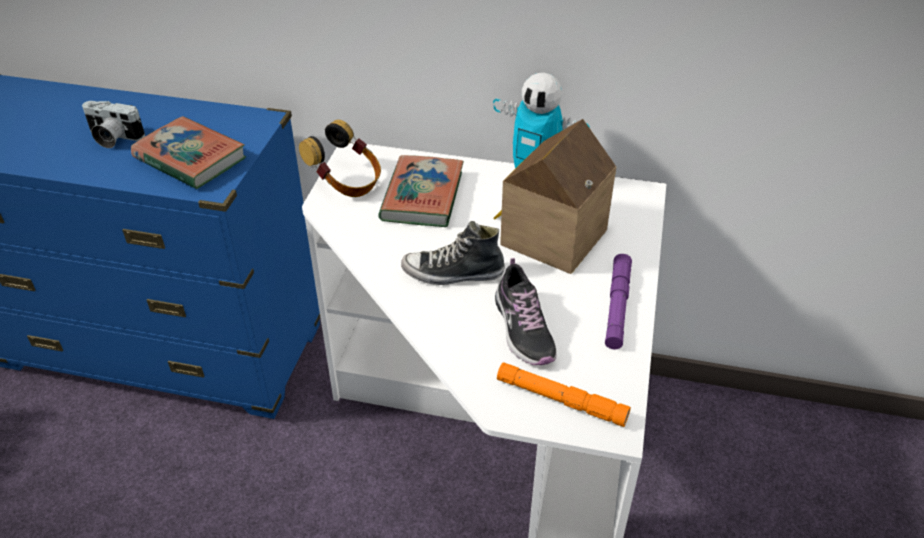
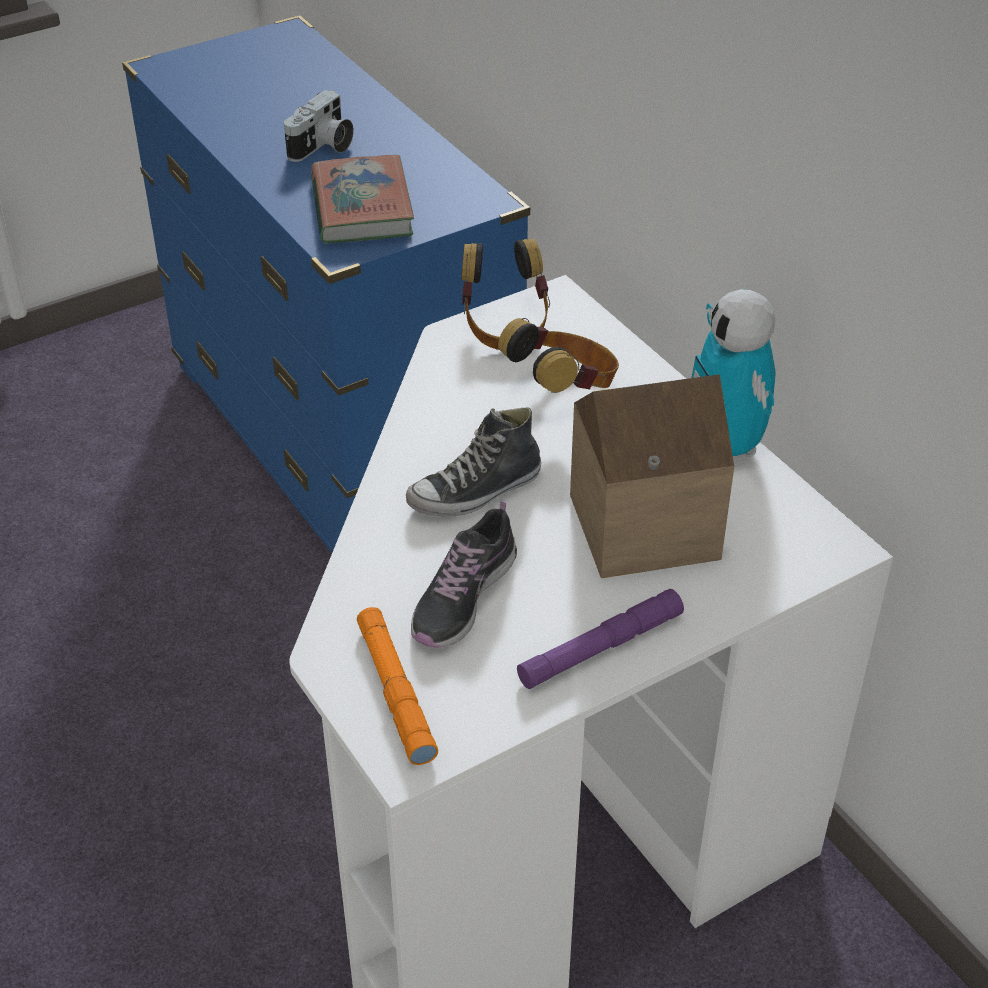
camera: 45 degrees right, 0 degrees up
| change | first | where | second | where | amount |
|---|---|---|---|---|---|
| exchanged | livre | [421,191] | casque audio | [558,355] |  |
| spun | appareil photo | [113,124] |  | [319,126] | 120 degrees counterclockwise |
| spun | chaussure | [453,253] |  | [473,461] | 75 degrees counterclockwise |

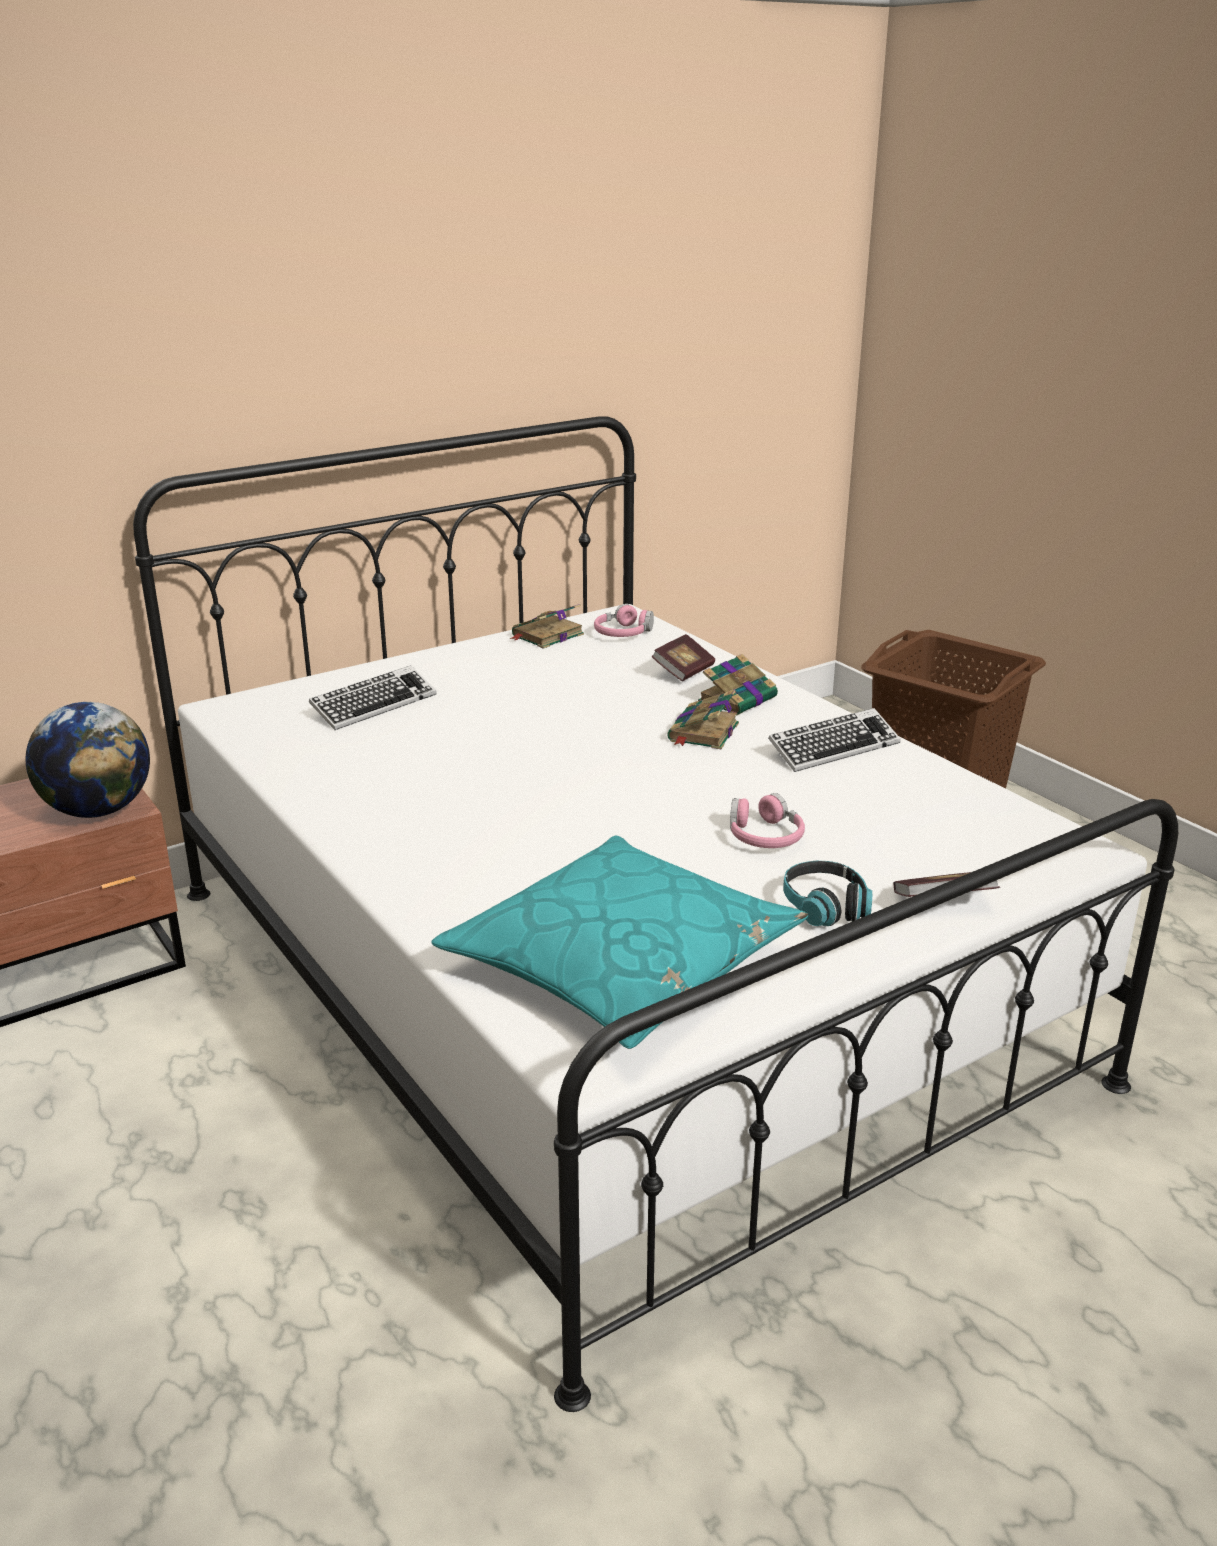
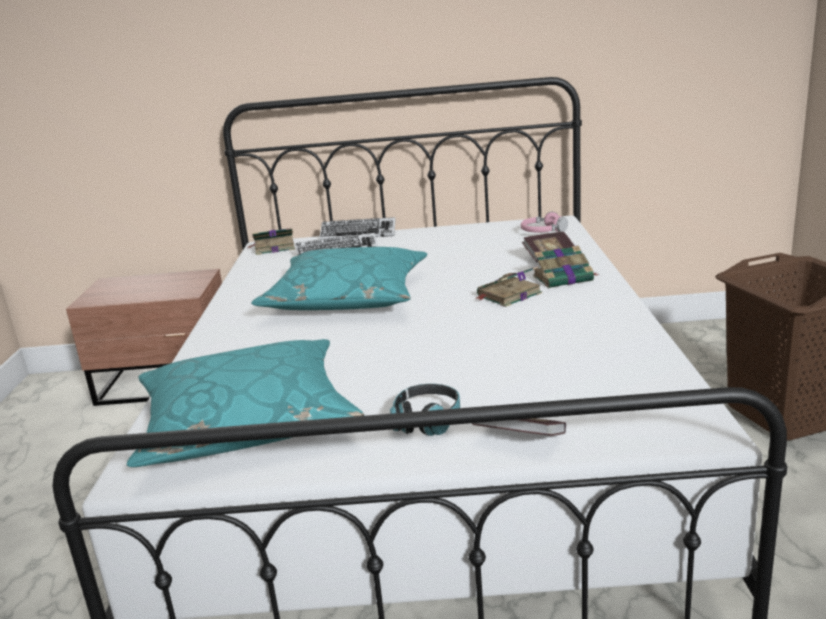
camera: 35 degrees right, 5 degrees down
| change | first | where | second | where | amount |
|---|---|---|---|---|---|
| missing | globe | [87,760] |  |  |  |
| missing | casque audio [rose] | [767,820] |  |  |  |
| appeared |  |  | coussin [turquoise] | [339,278] |  |
| relocated | livre | [547,626] |  | [271,241] |  |
| relocated | clavier | [834,740] |  | [357,228] |  |

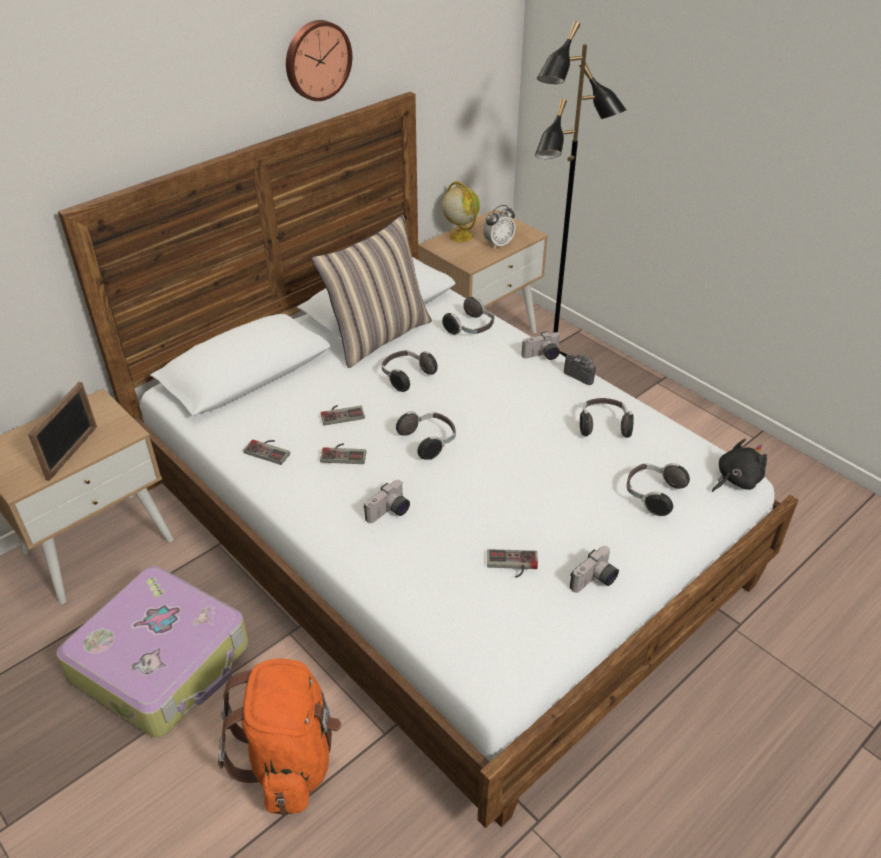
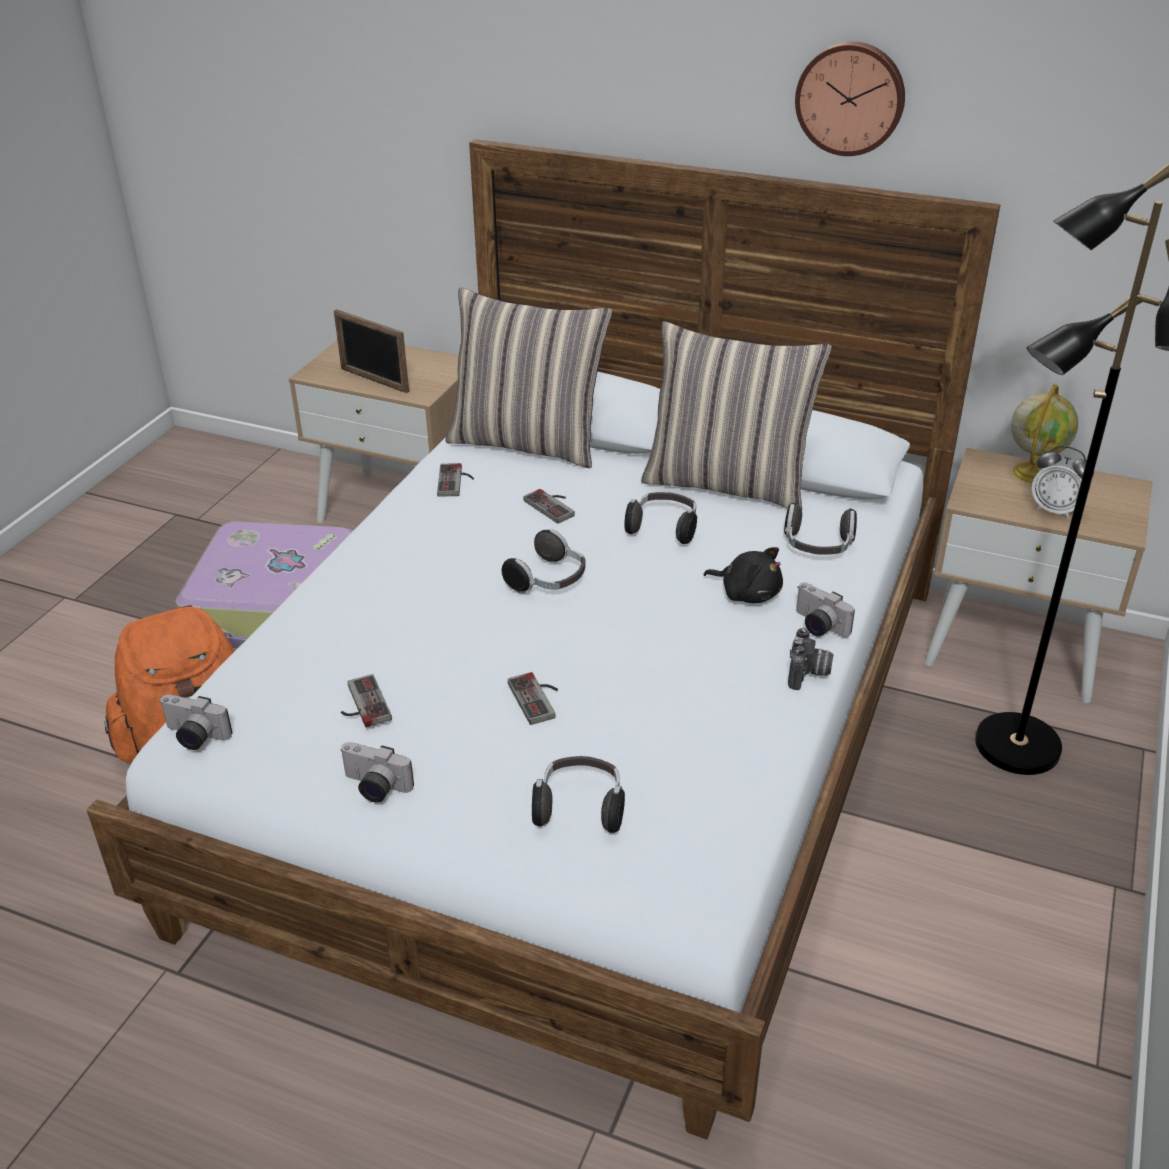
camera: 65 degrees right, 5 degrees down
| change | first | where | second | where | amount |
|---|---|---|---|---|---|
| missing | casque audio | [607,418] |  |  |  |
| appeared |  |  | coussin | [528,377] |  |
| relocated | manette | [343,453] |  | [533,698] |  |
| relocated | appareil photo | [387,501] |  | [196,722] |  |
| relocated | peluche [noir] | [739,465] |  | [743,575] |  |
| spun | cadre photo | [62,431] |  | [371,351] | 45 degrees clockwise |

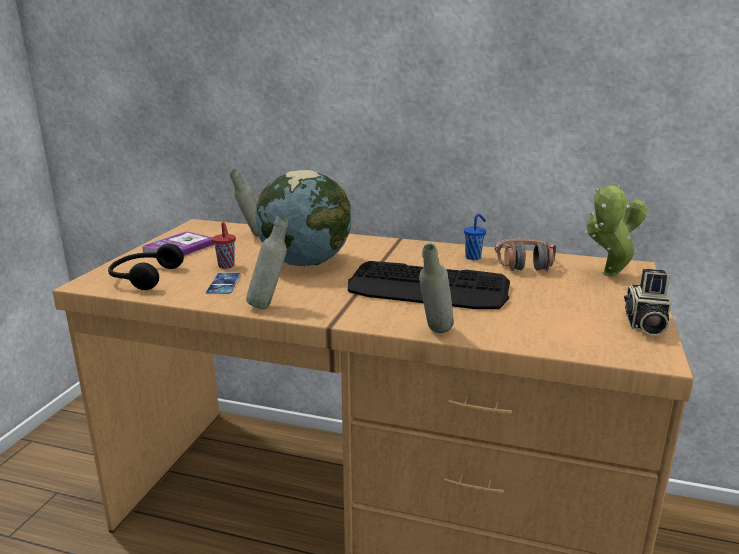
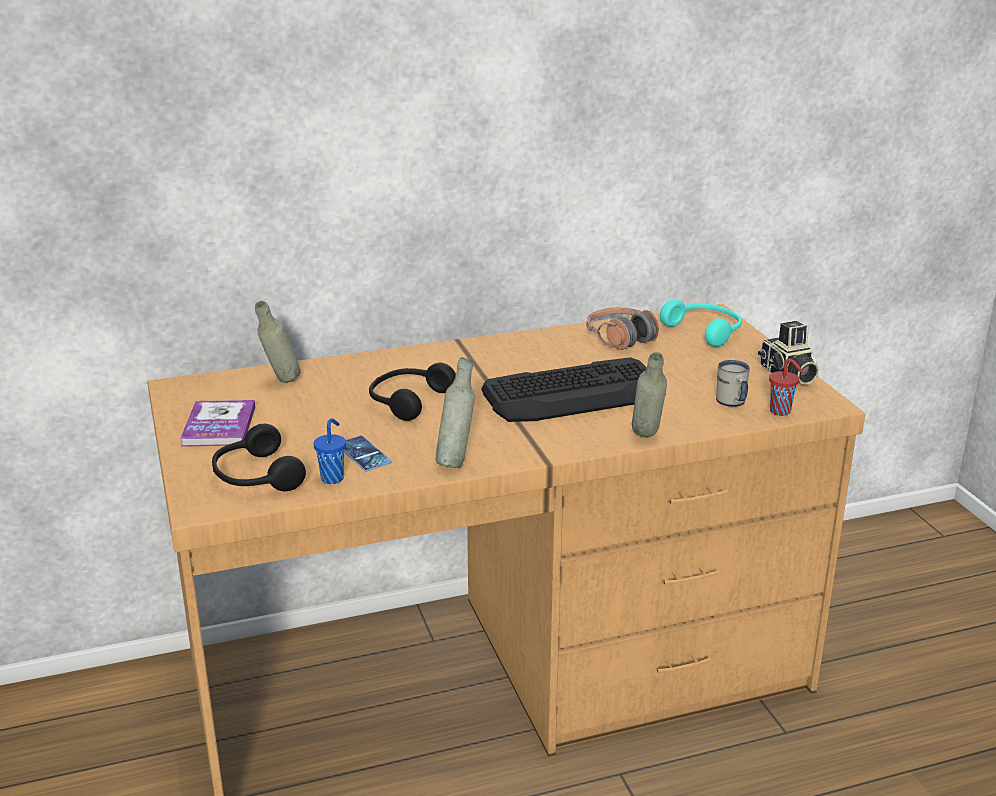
camera: 35 degrees left, 5 degrees up
| change | first | where | second | where | amount |
|---|---|---|---|---|---|
| appeared |  |  | mug [blanc] | [733,383] |  |
| relocated | tasse [rouge] | [224,245] |  | [786,387] |  |
| relocated | tasse [bleu] | [475,237] |  | [329,451] |  |
| exchanged | globe | [303,218] | casque audio [noir] | [412,392] |  |
| exchanged | plante en pot | [616,231] | casque audio [turquoise] | [701,323] |  |

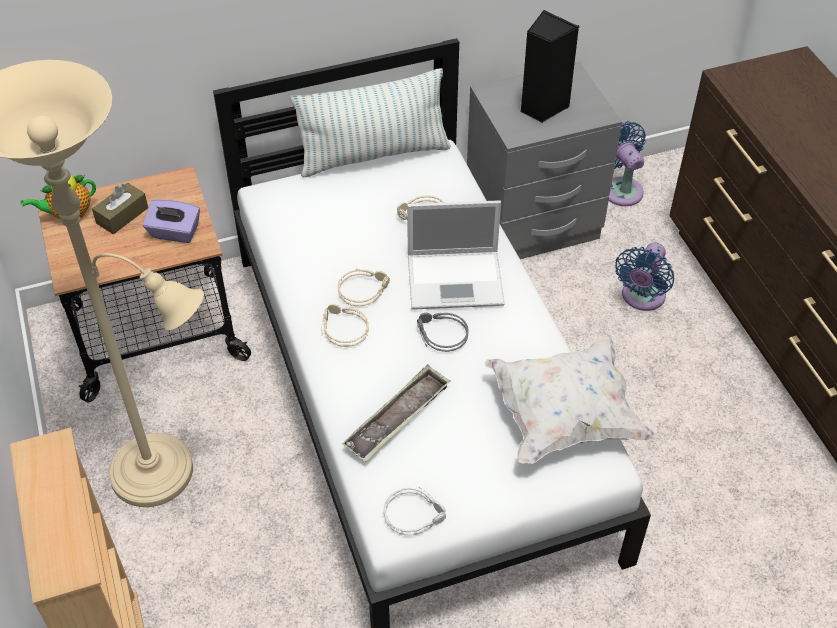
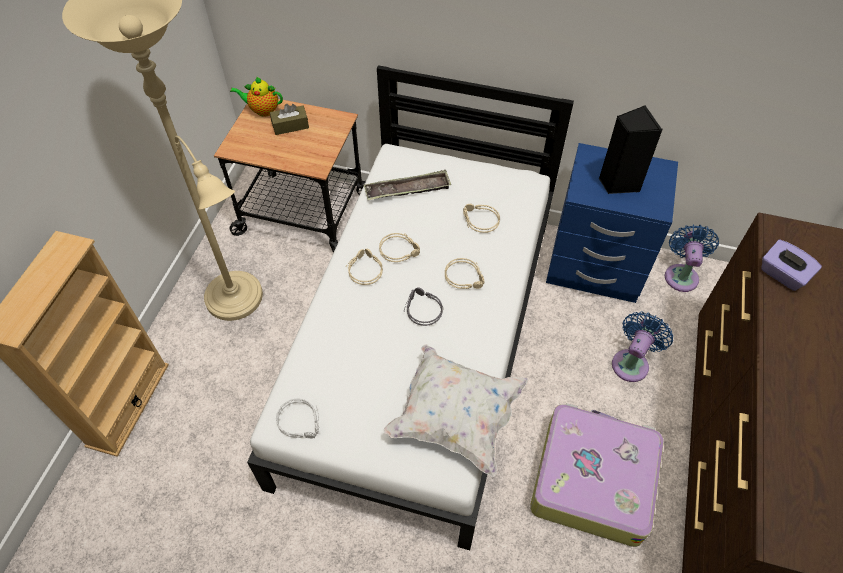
camera: 35 degrees right, 5 degrees up
| change | first | where | second | where | amount |
|---|---|---|---|---|---|
| missing | coussin | [370,122] |  |  |  |
| appeared |  |  | valise | [597,475] |  |
| relocated | boîte à mouchoirs [violet] | [171,221] |  | [791,265] |  |
| relocated | plateau | [396,413] |  | [407,185] |  |
| exchanged | ordinateur portable | [456,255] | casque audio [beige] | [465,273] |  |
| colour | table de chevet [gris] | [544,160] | table de chevet [bleu] | [612,223] |  |
| spun | ventilateur [bleu] | [644,277] |  | [642,347] | 150 degrees clockwise |

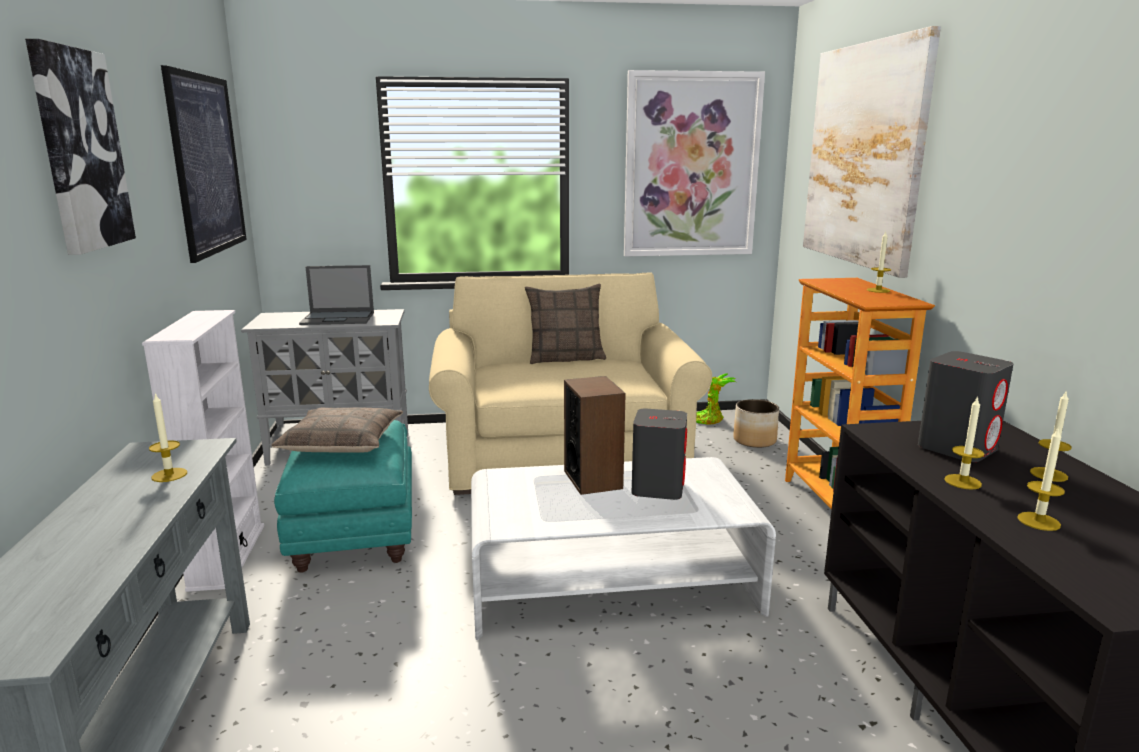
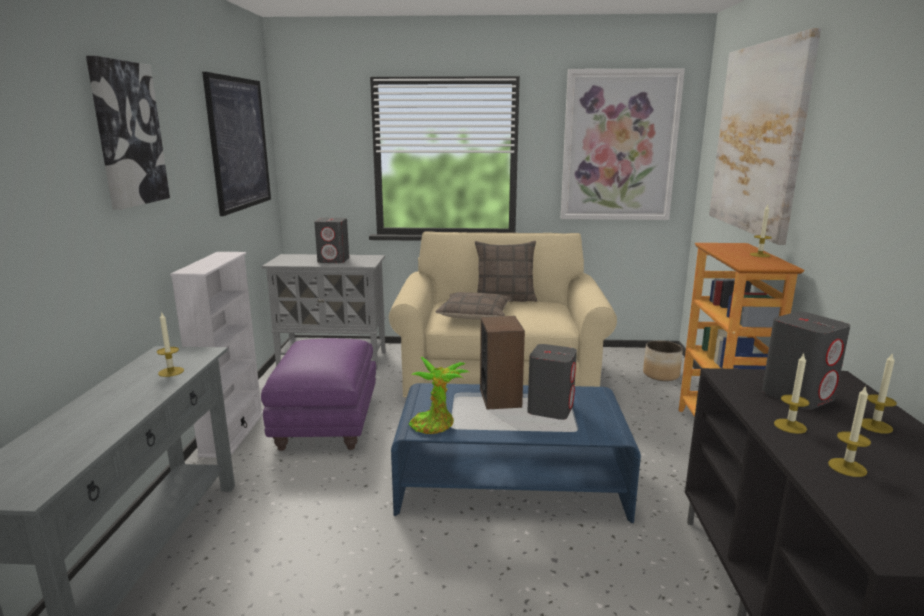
camera: 10 degrees right, 0 degrees up
| change | first | where | second | where | amount |
|---|---|---|---|---|---|
| relocated | coussin | [337,430] |  | [473,306] |  |
| relocated | plante en pot | [716,399] |  | [439,395] |  |
| exchanged | ordinateur portable | [336,295] | enceinte [gris] | [331,240] |  |
| colour | pouf [turquoise] | [343,496] | pouf [violet] | [318,394] |  |
| colour | table basse [blanc] | [623,548] | table basse [bleu] | [516,453] |  |

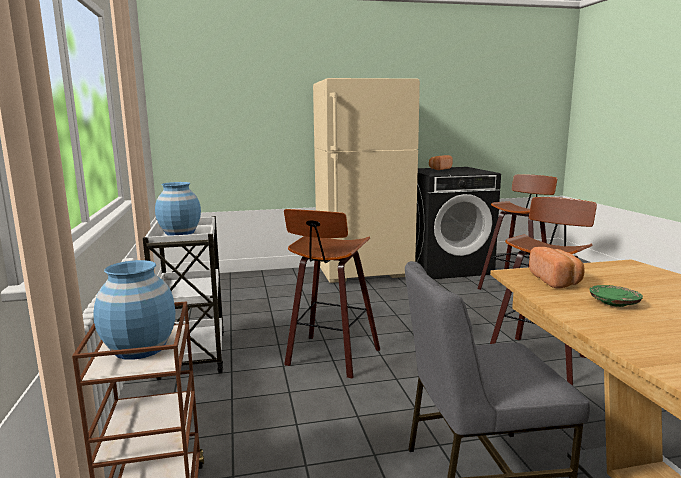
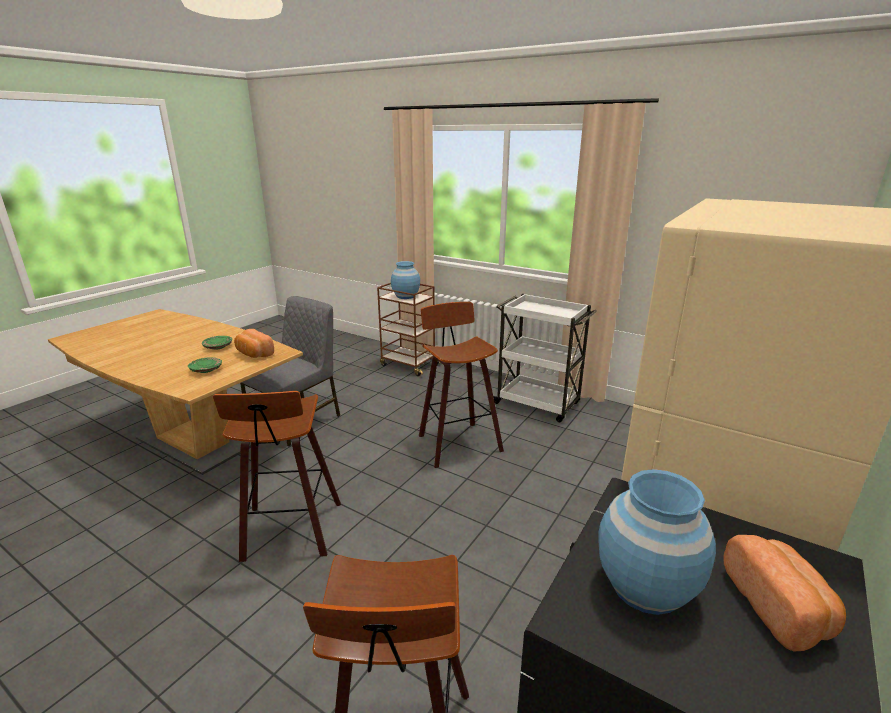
camera: 135 degrees right, 10 degrees up
| change | first | where | second | where | amount |
|---|---|---|---|---|---|
| appeared |  |  | assiette [vert] | [205,365] |  |
| relocated | vase [bleu] | [178,209] |  | [657,542] |  |

